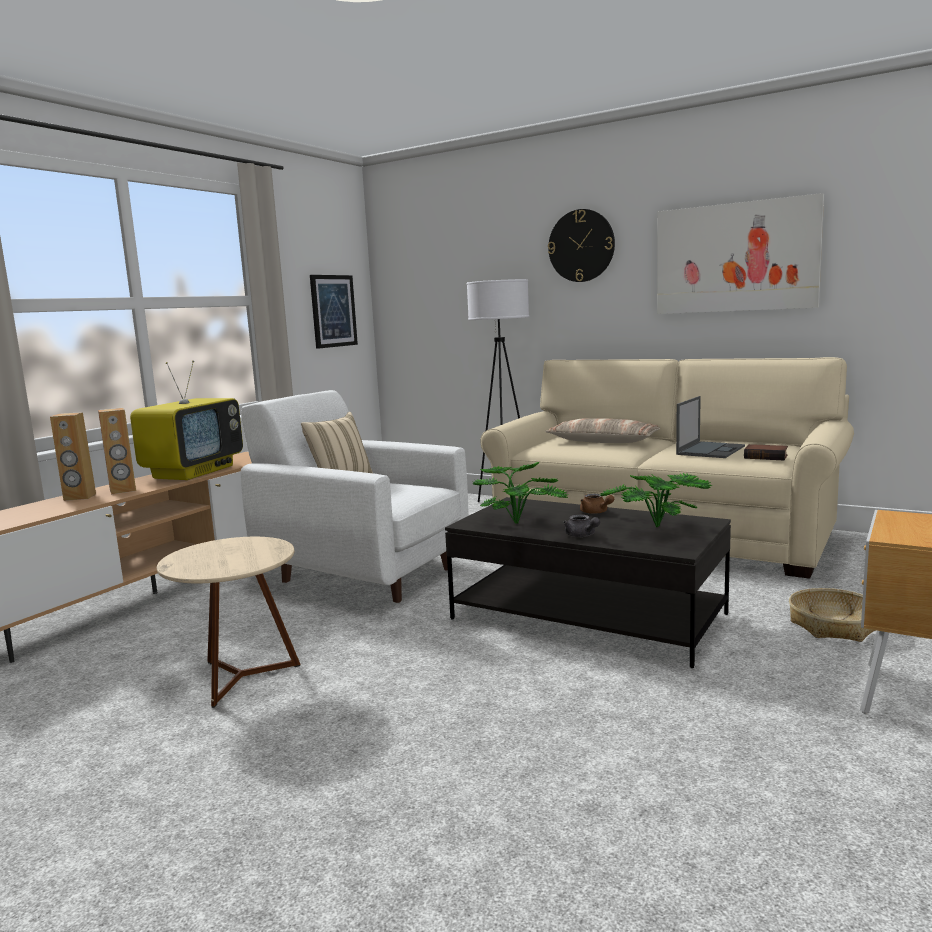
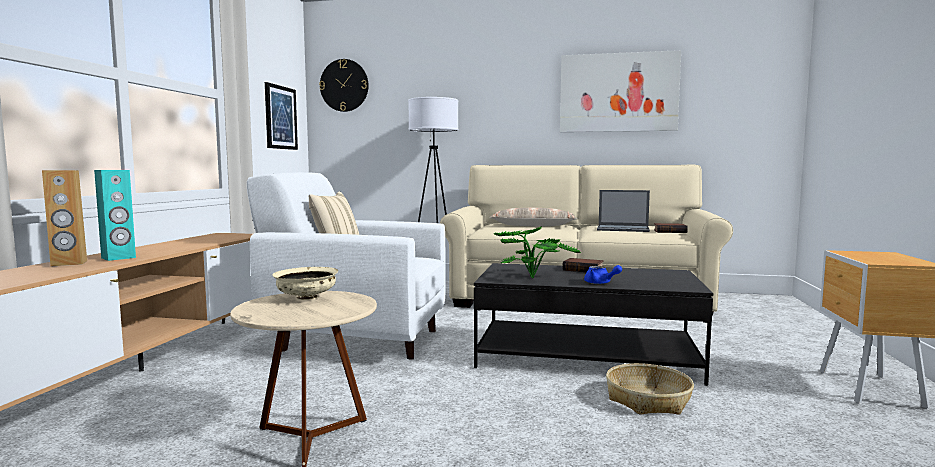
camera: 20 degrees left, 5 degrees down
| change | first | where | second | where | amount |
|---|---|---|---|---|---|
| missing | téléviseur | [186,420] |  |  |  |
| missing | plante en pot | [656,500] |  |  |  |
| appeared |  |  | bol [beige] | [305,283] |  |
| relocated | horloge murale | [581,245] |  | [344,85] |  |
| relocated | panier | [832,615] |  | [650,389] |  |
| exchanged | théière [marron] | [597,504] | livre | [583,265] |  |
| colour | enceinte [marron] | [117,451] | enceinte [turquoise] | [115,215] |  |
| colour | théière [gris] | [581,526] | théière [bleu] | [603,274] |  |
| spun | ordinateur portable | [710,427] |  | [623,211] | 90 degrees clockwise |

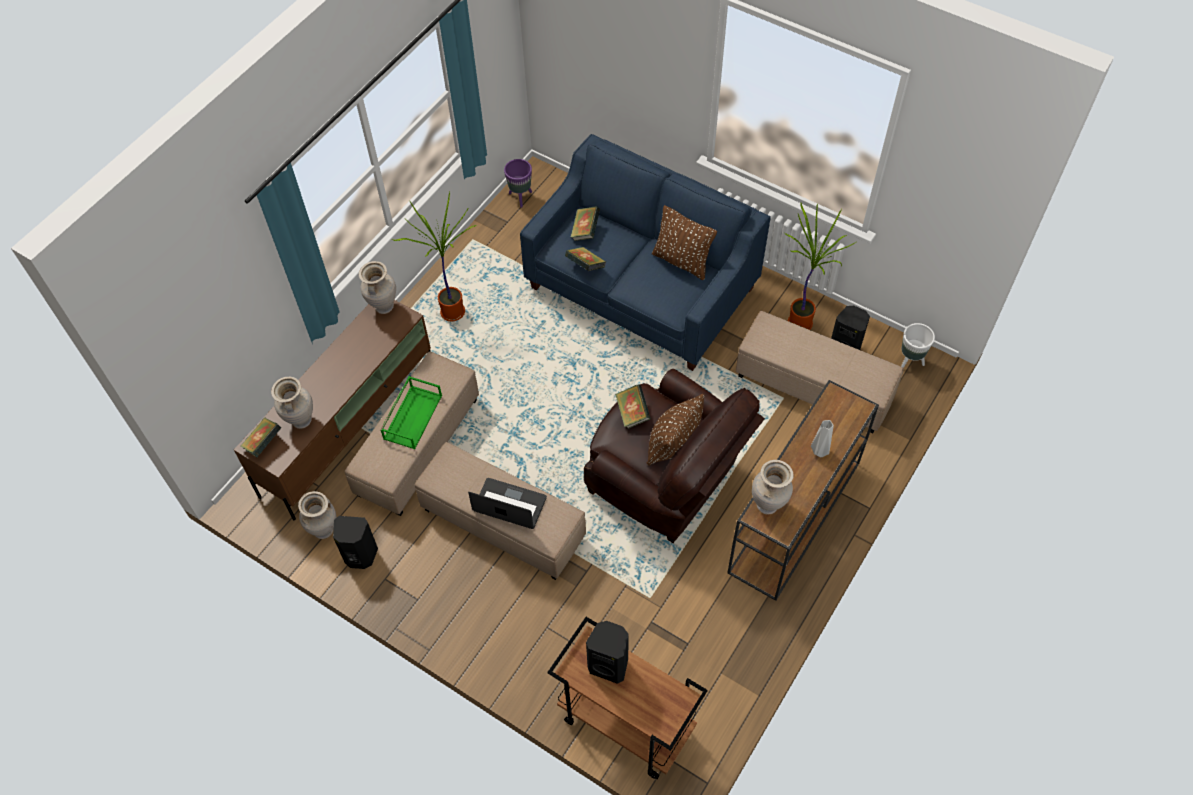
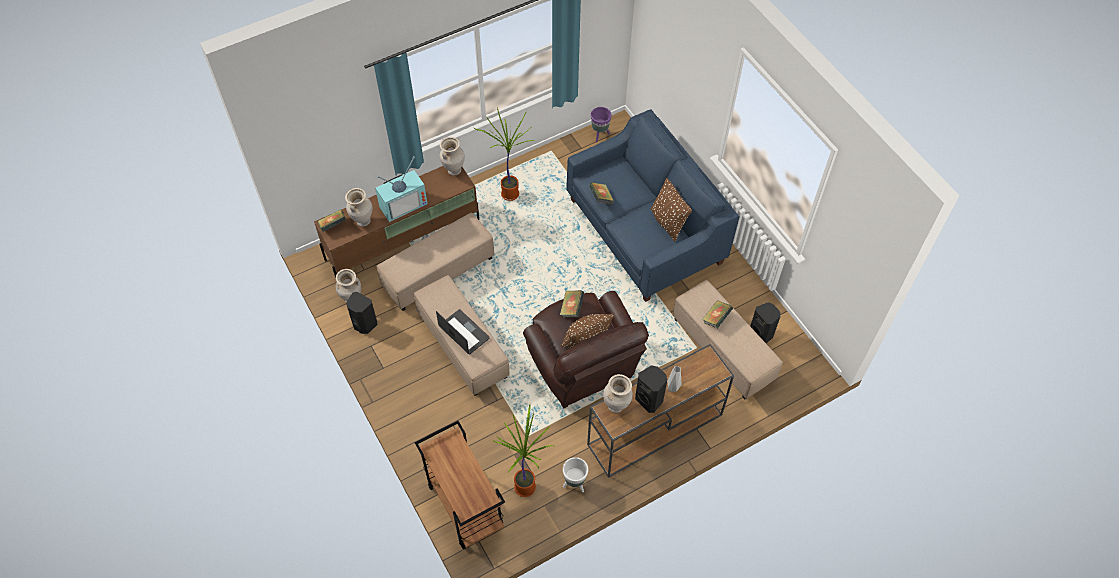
camera: 25 degrees right, 0 degrees up
| change | first | where | second | where | amount |
|---|---|---|---|---|---|
| missing | plateau [vert] | [411,412] |  |  |  |
| appeared |  |  | téléviseur | [401,189] |  |
| relocated | livre | [585,223] |  | [717,314] |  |
| relocated | enceinte [noir] | [607,652] |  | [651,389] |  |
| relocated | plante en pot | [820,266] |  | [523,451] |  |
| relocated | cache-pot [blanc] | [918,345] |  | [575,475] |  |

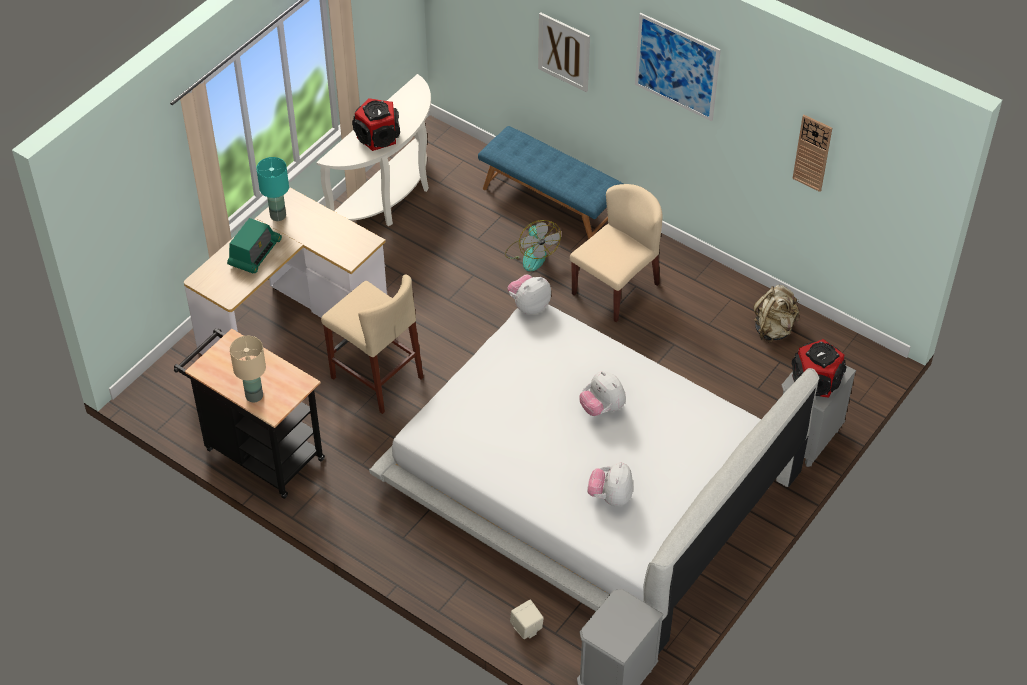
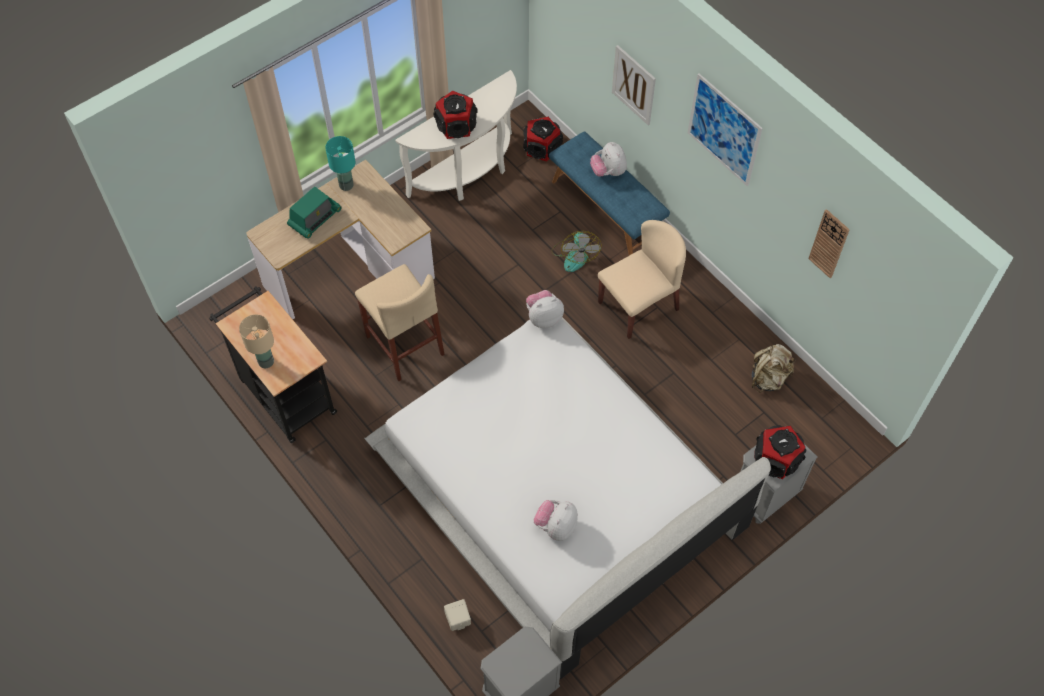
camera: 15 degrees right, 10 degrees up
| change | first | where | second | where | amount |
|---|---|---|---|---|---|
| appeared |  |  | enceinte | [543,139] |  |
| relocated | peluche | [602,393] |  | [608,159] |  |

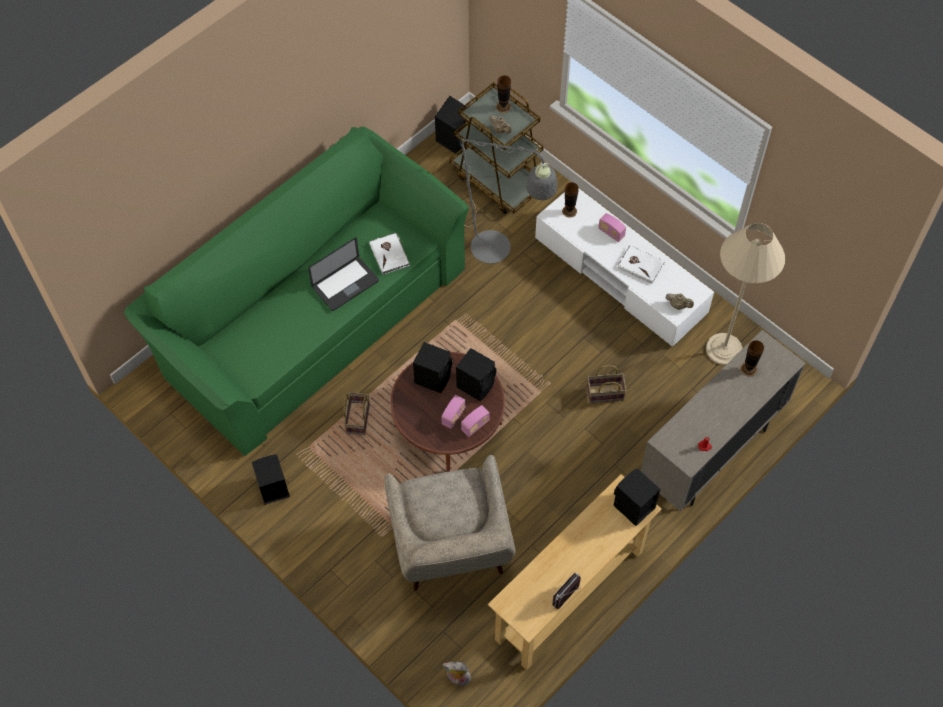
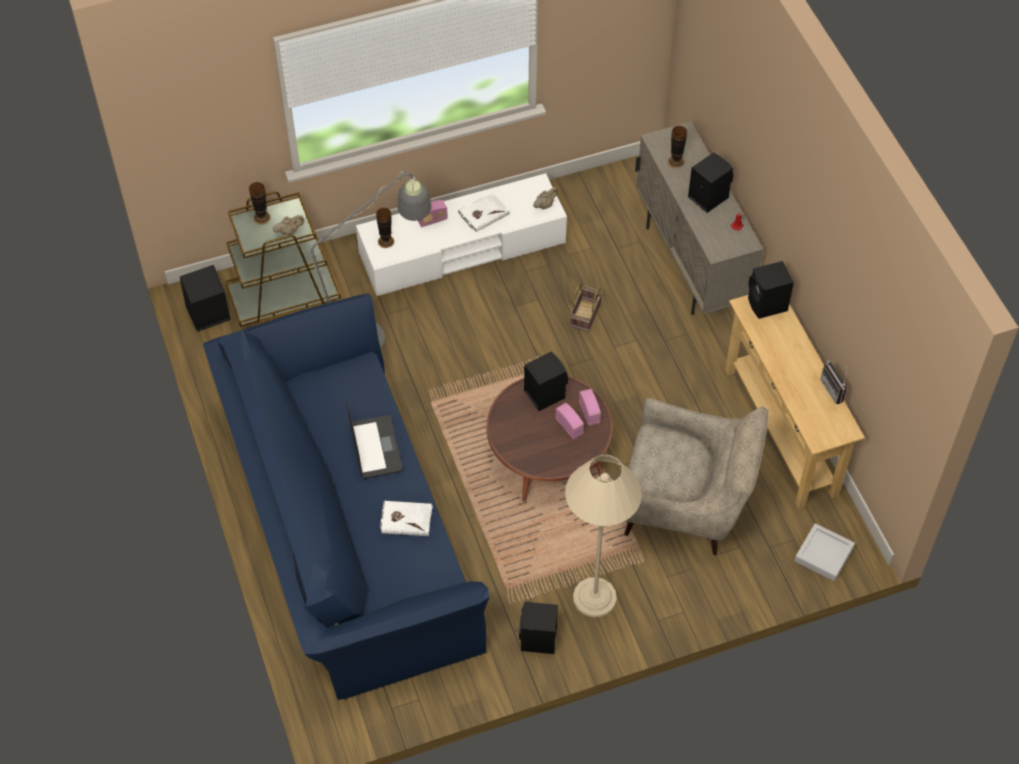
camera: 65 degrees left, 5 degrees down
| change | first | where | second | where | amount |
|---|---|---|---|---|---|
| missing | panier | [356,413] |  |  |  |
| relocated | livre [blanc] | [389,254] |  | [406,518] |  |
| relocated | enceinte [noir] | [432,367] |  | [711,182] |  |
| relocated | lampadaire [beige] | [745,294] |  | [603,536] |  |
| exchanged | peluche | [457,673] | plateau [gris] | [824,552] |  |
| colour | canapé [vert] | [296,291] | canapé [bleu] | [346,496] |  |

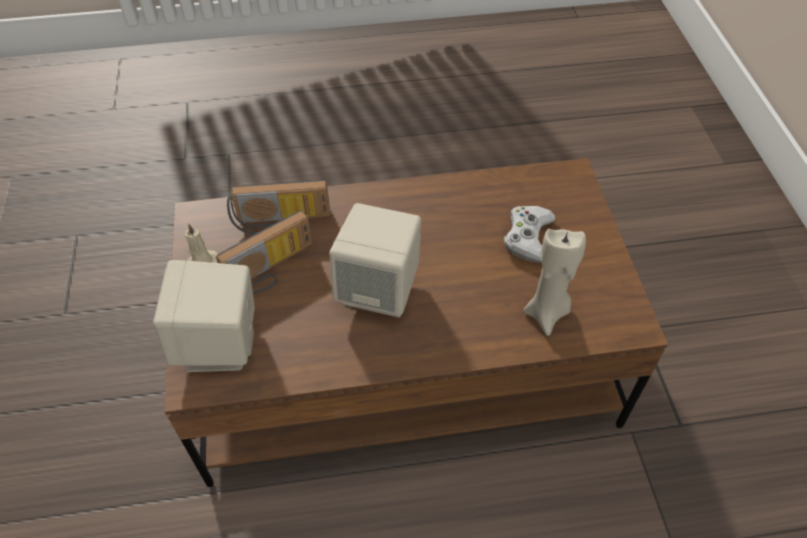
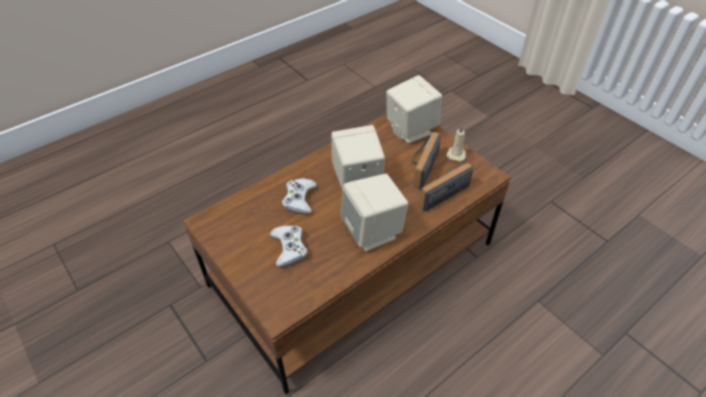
camera: 150 degrees right, 5 degrees down
| change | first | where | second | where | amount |
|---|---|---|---|---|---|
| missing | bougie [beige] | [555,282] |  |  |  |
| appeared |  |  | manette [blanc] | [299,196] |  |
| appeared |  |  | enceinte [beige] | [374,213] |  |

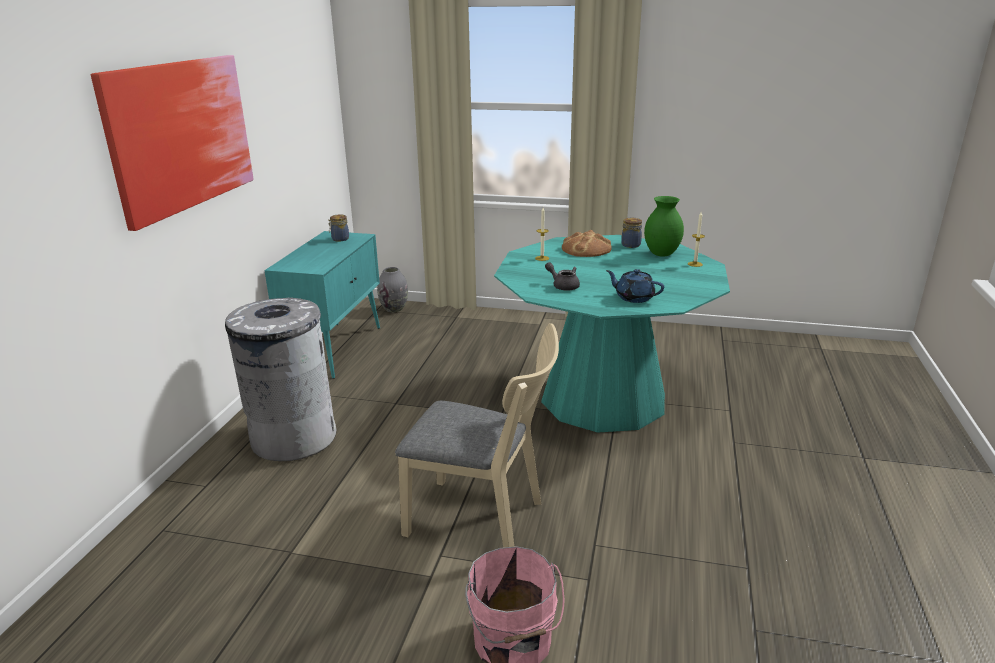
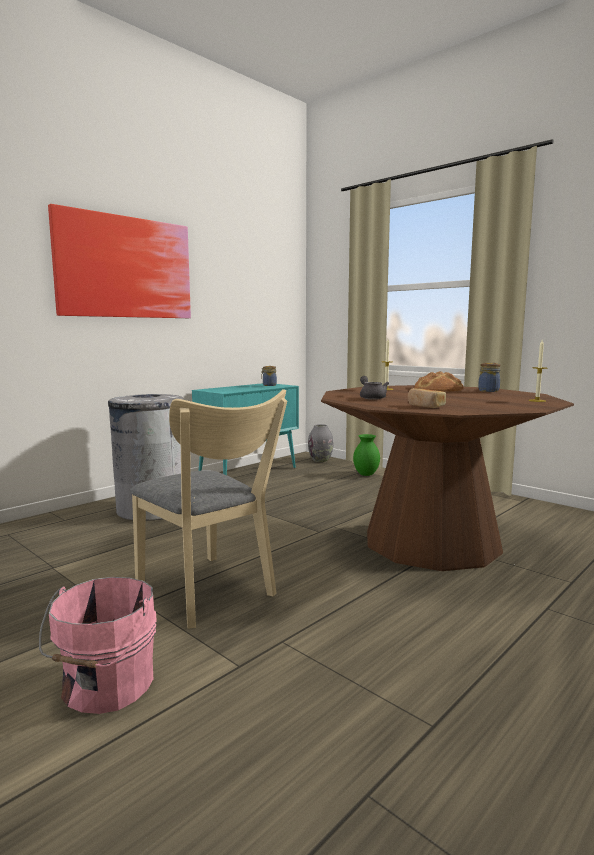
camera: 30 degrees right, 15 degrees down
| change | first | where | second | where | amount |
|---|---|---|---|---|---|
| relocated | vase [vert] | [664,226] |  | [366,455] |  |
| exchanged | théière [bleu] | [635,286] | pain | [427,398] |  |
| colour | table à manger [turquoise] | [612,334] | table à manger [marron] | [447,478] |  |

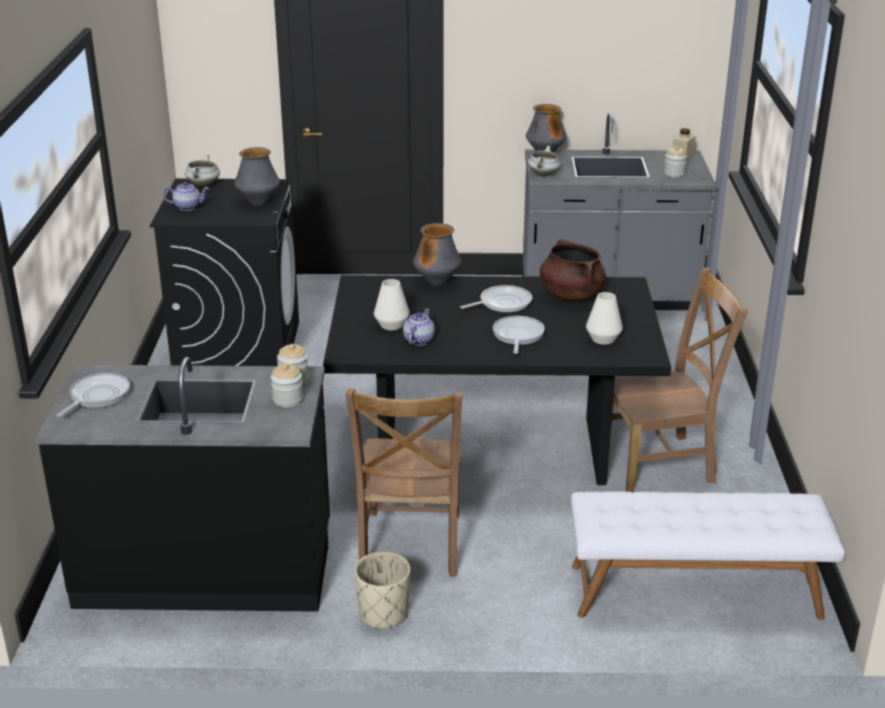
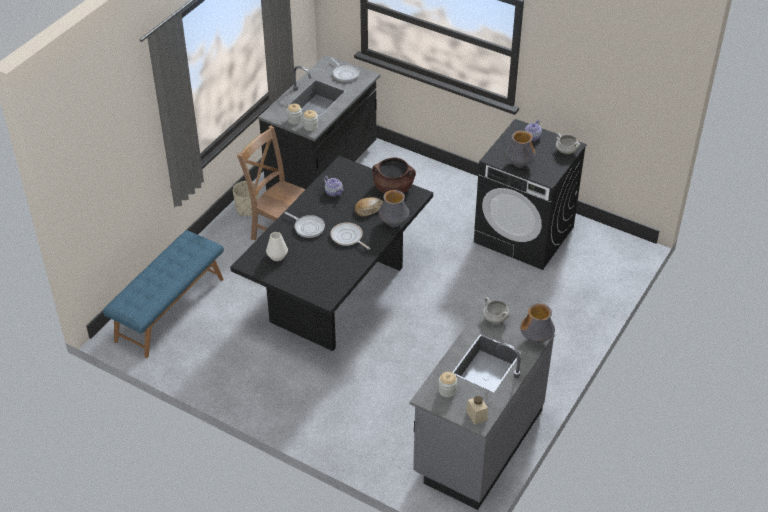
camera: 120 degrees right, 15 degrees up
| change | first | where | second | where | amount |
|---|---|---|---|---|---|
| missing | vase [blanc] | [392,304] |  |  |  |
| missing | chaise [marron] | [680,379] |  |  |  |
| appeared |  |  | pain | [369,207] |  |
| relocated | marmite [marron] | [573,270] |  | [394,175] |  |
| colour | banc [blanc] | [707,555] | banc [bleu] | [163,294] |  |
| spun | poêle | [496,298] |  | [350,236] | 135 degrees clockwise |

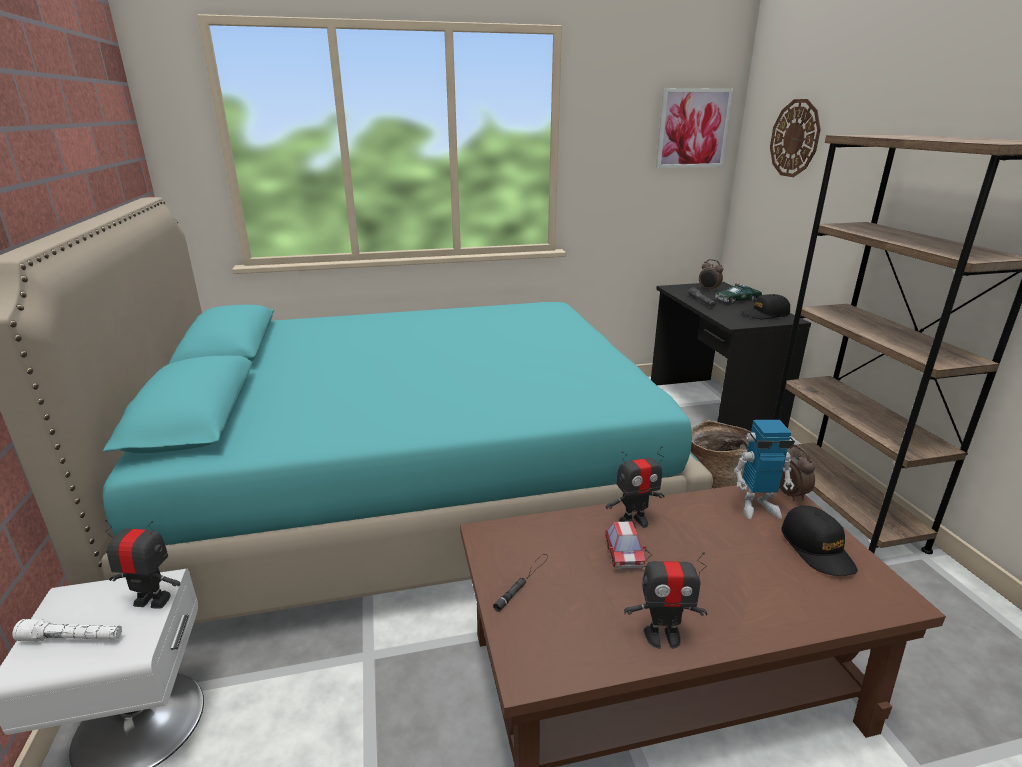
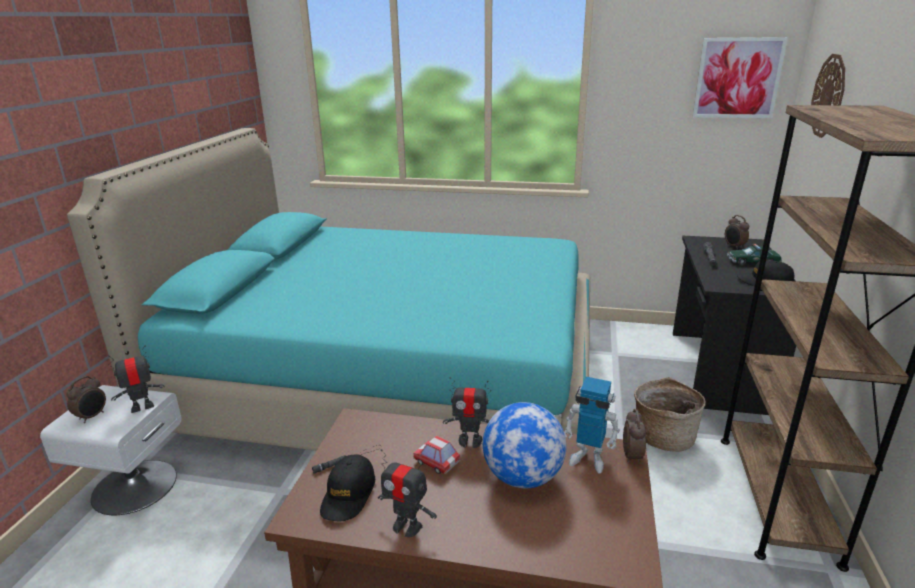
camera: 25 degrees right, 0 degrees up
| change | first | where | second | where | amount |
|---|---|---|---|---|---|
| appeared |  |  | globe | [524,445] |  |
| relocated | casquette [noir] | [820,540] |  | [347,487] |  |
| exchanged | lampe de poche [blanc] | [67,630] | réveil | [86,399] |  |
| spun | robot jouet | [142,564] |  | [136,379] | 60 degrees counterclockwise |
| spun | petite voiture | [625,545] |  | [436,455] | 105 degrees clockwise |

